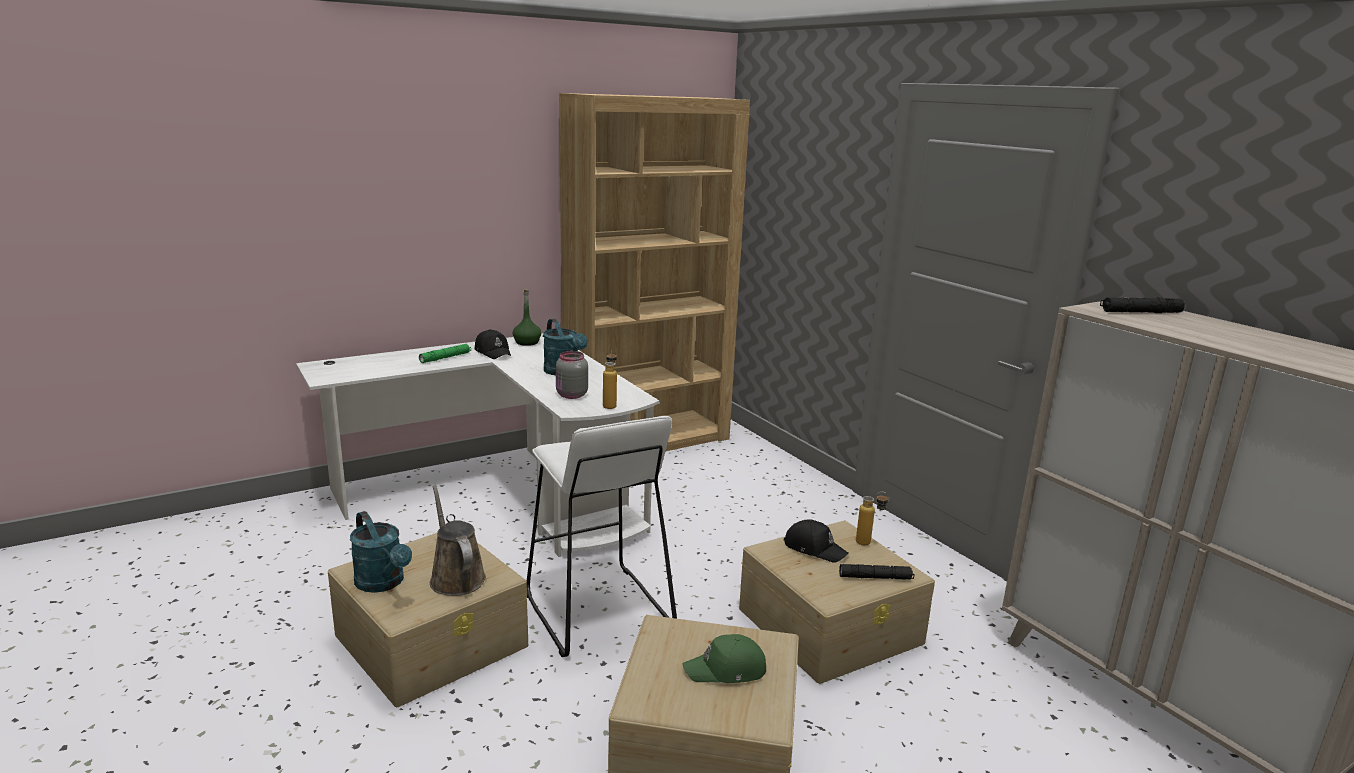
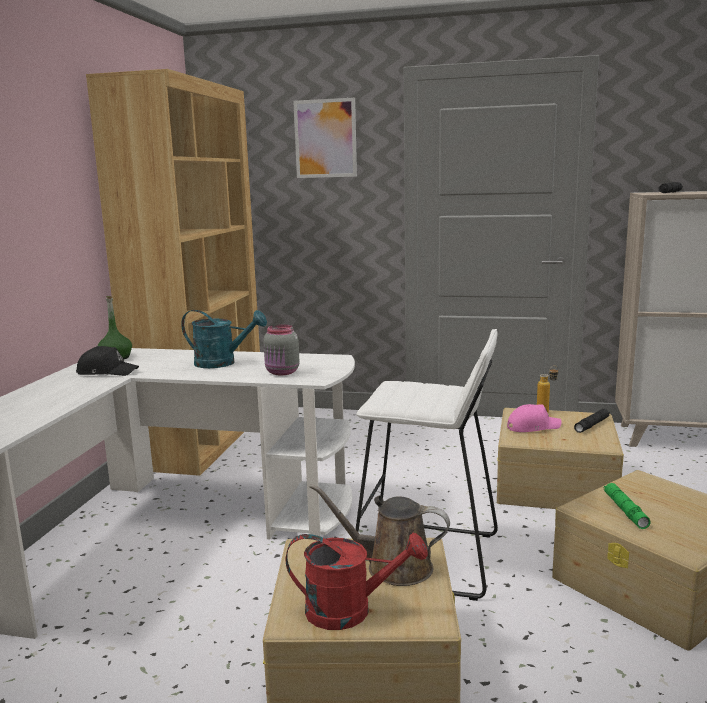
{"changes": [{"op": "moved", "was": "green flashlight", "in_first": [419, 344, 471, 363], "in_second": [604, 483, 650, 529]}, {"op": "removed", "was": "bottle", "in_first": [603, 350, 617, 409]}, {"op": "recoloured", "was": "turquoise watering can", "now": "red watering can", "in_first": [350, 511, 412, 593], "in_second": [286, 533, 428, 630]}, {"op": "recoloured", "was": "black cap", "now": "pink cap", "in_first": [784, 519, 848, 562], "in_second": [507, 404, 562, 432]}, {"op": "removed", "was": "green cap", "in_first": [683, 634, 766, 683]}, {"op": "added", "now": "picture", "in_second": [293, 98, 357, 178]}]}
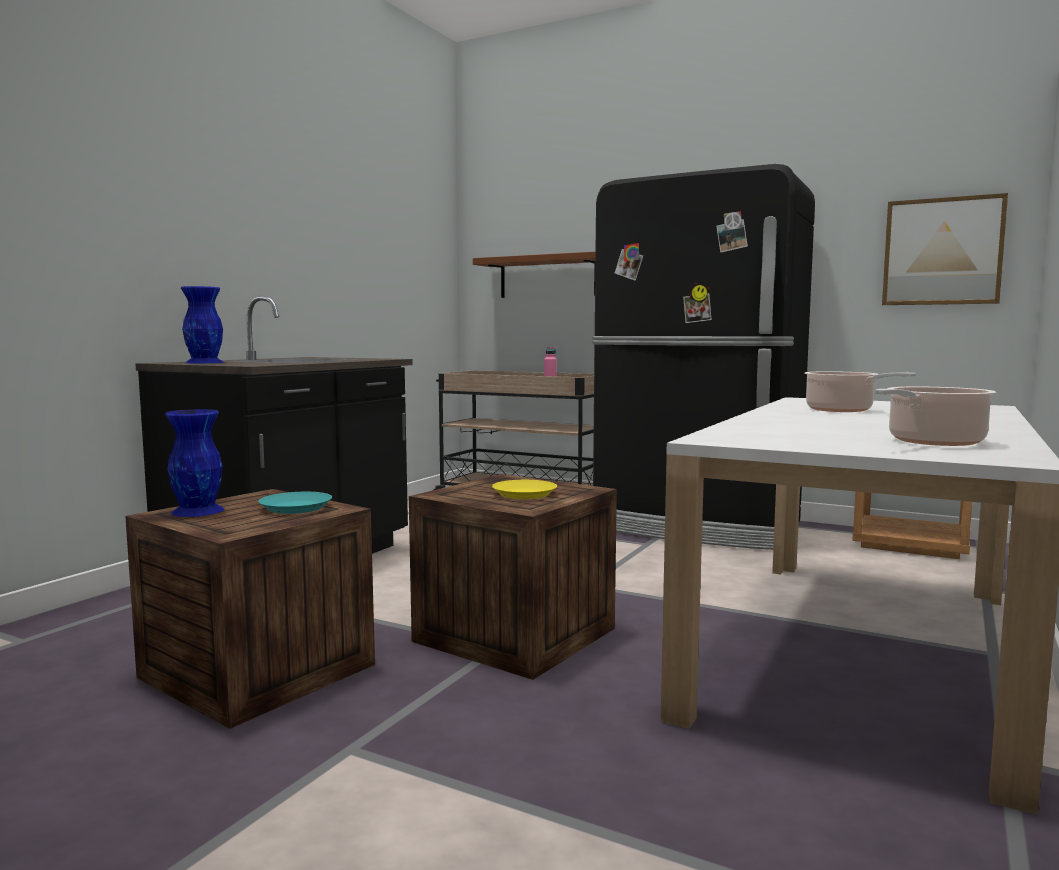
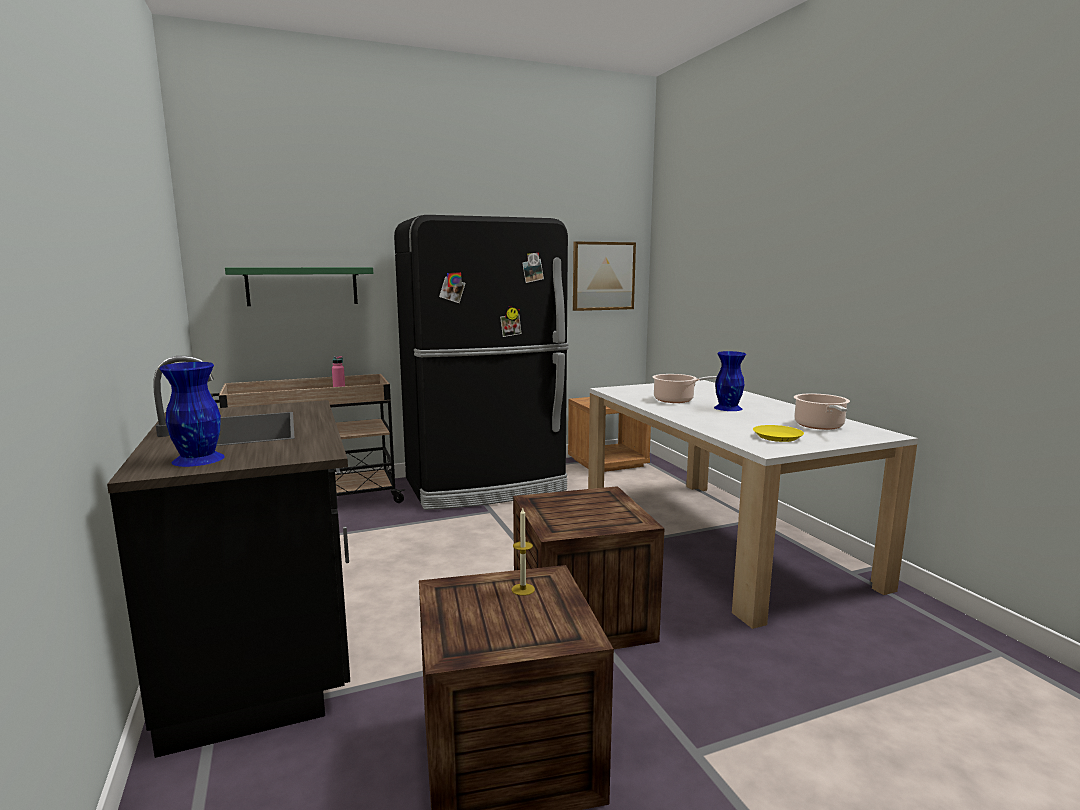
{"changes": [{"op": "recoloured", "was": "brown shelf", "now": "green shelf", "in_first": [473, 251, 596, 298], "in_second": [225, 267, 373, 306]}, {"op": "moved", "was": "blue vase", "in_first": [165, 409, 224, 517], "in_second": [714, 351, 746, 411]}, {"op": "moved", "was": "yellow plate", "in_first": [492, 480, 557, 499], "in_second": [753, 425, 804, 442]}, {"op": "replaced", "was": "turquoise plate", "now": "candle", "in_first": [258, 492, 332, 514], "in_second": [512, 508, 535, 596]}]}
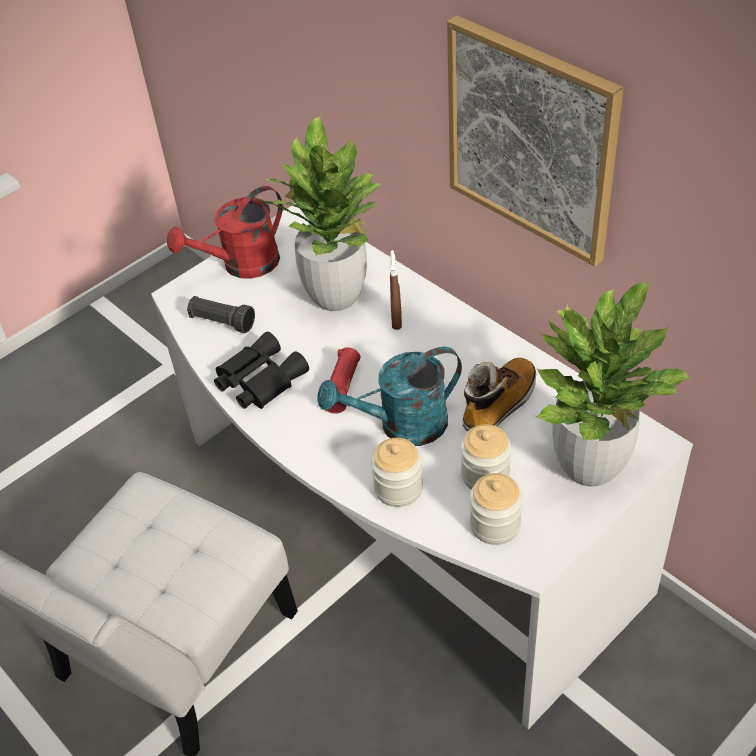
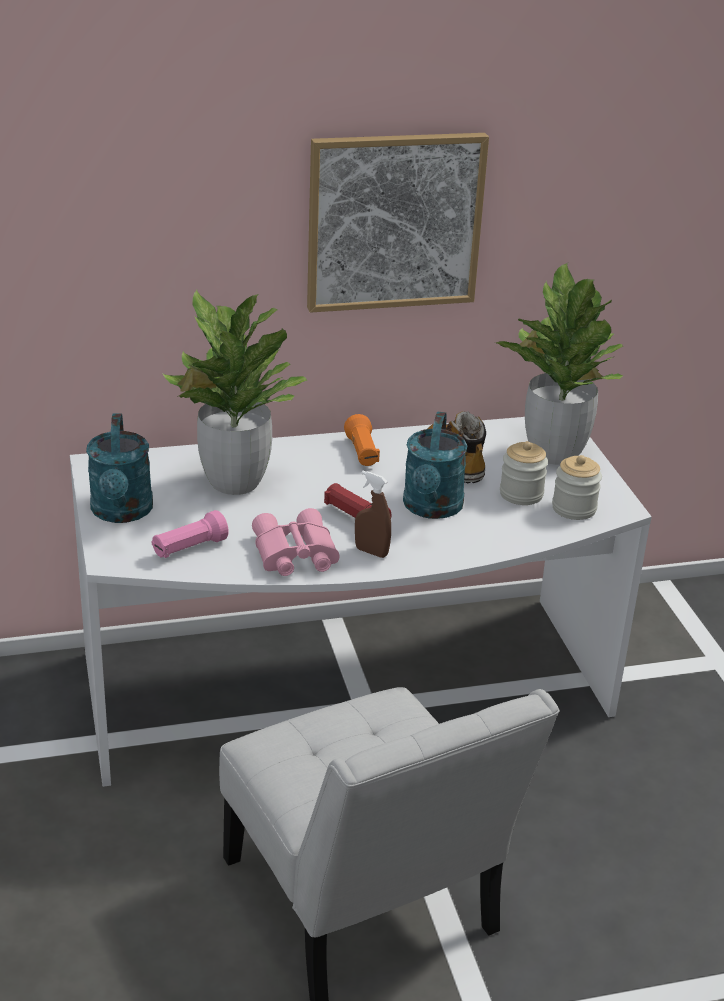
{"changes": [{"op": "recoloured", "was": "red watering can", "now": "turquoise watering can", "in_first": [167, 186, 283, 279], "in_second": [86, 413, 153, 523]}, {"op": "moved", "was": "brown spray bottle", "in_first": [390, 250, 402, 330], "in_second": [355, 471, 391, 558]}, {"op": "recoloured", "was": "black flashlight", "now": "pink flashlight", "in_first": [187, 296, 255, 333], "in_second": [151, 510, 229, 558]}, {"op": "recoloured", "was": "black binoculars", "now": "pink binoculars", "in_first": [214, 332, 309, 409], "in_second": [252, 508, 339, 576]}, {"op": "removed", "was": "jar", "in_first": [371, 438, 423, 507]}, {"op": "added", "now": "orange flashlight", "in_second": [344, 414, 380, 466]}]}
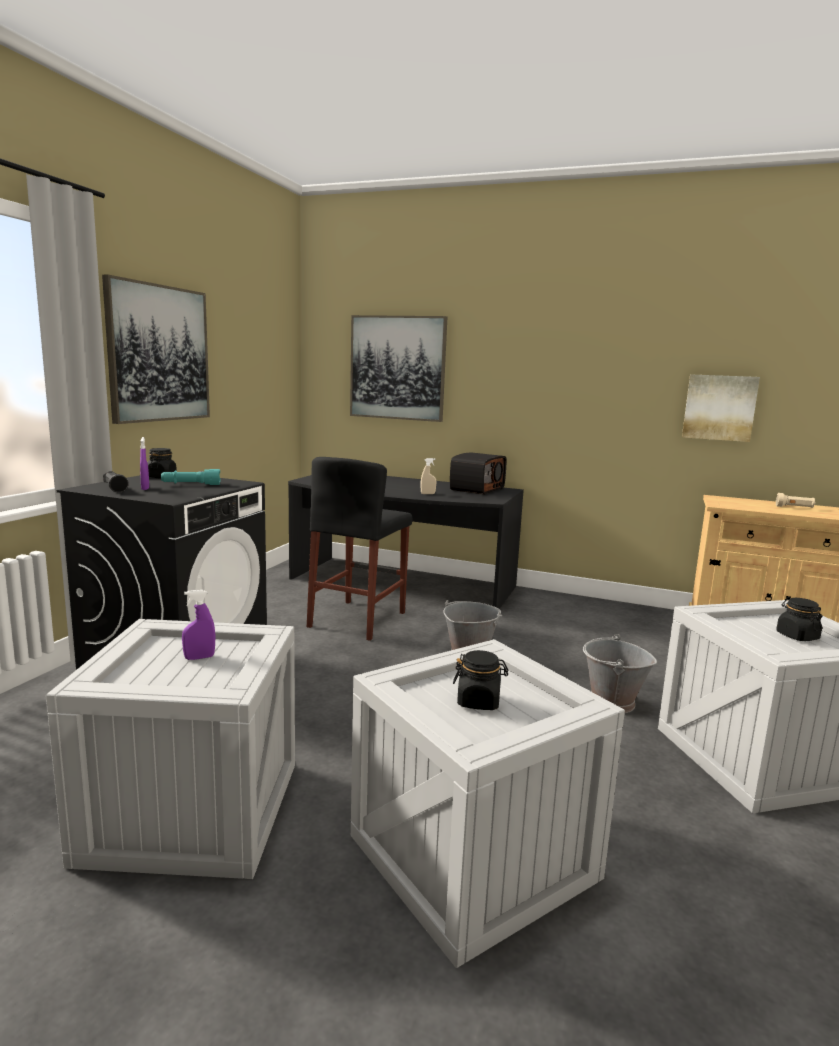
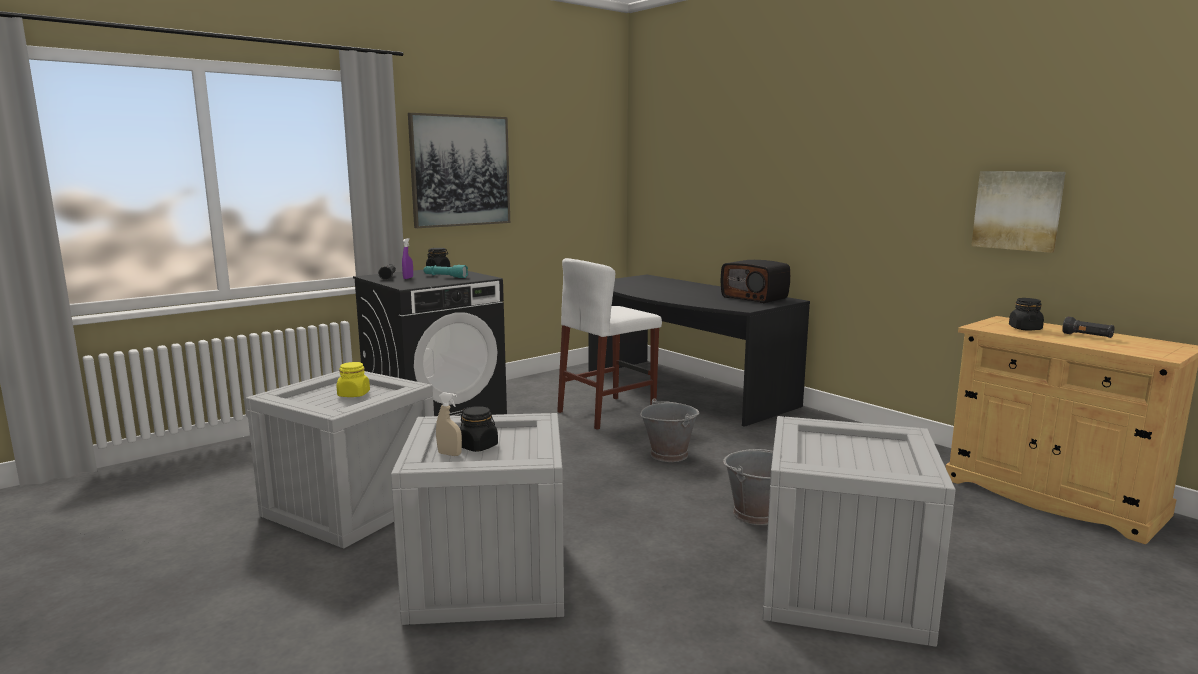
{"changes": [{"op": "removed", "was": "picture", "in_first": [350, 315, 447, 422]}, {"op": "turned", "was": "radio", "in_first": [450, 453, 506, 495], "in_second": [721, 260, 790, 303], "clockwise": 75}, {"op": "recoloured", "was": "black stool", "now": "white stool", "in_first": [307, 457, 412, 641], "in_second": [557, 258, 662, 430]}, {"op": "moved", "was": "beige spray bottle", "in_first": [420, 458, 437, 494], "in_second": [436, 393, 462, 456]}, {"op": "recoloured", "was": "beige flashlight", "now": "black flashlight", "in_first": [776, 493, 815, 508], "in_second": [1062, 317, 1114, 338]}, {"op": "replaced", "was": "purple spray bottle", "now": "yellow jar", "in_first": [182, 590, 216, 660], "in_second": [337, 362, 370, 397]}, {"op": "moved", "was": "black jar", "in_first": [776, 598, 822, 641], "in_second": [1009, 298, 1044, 331]}]}
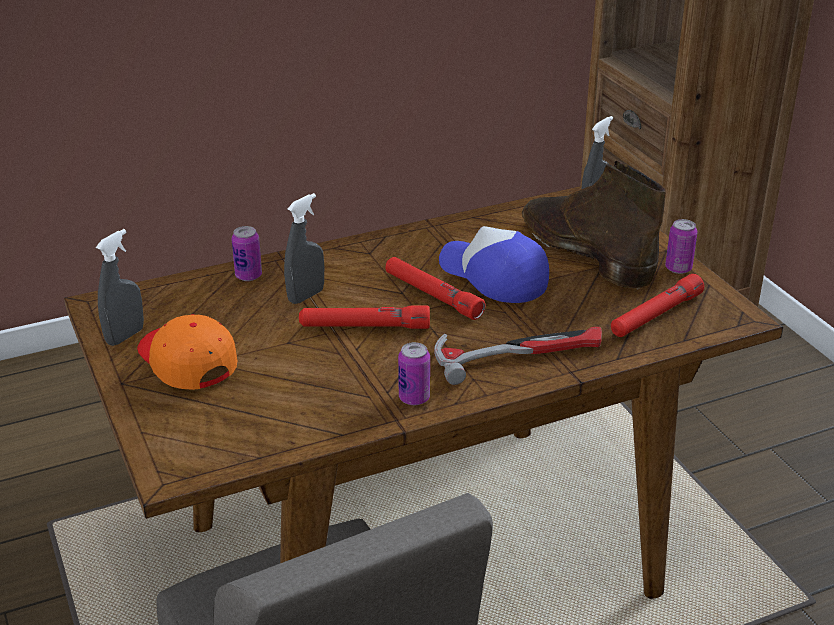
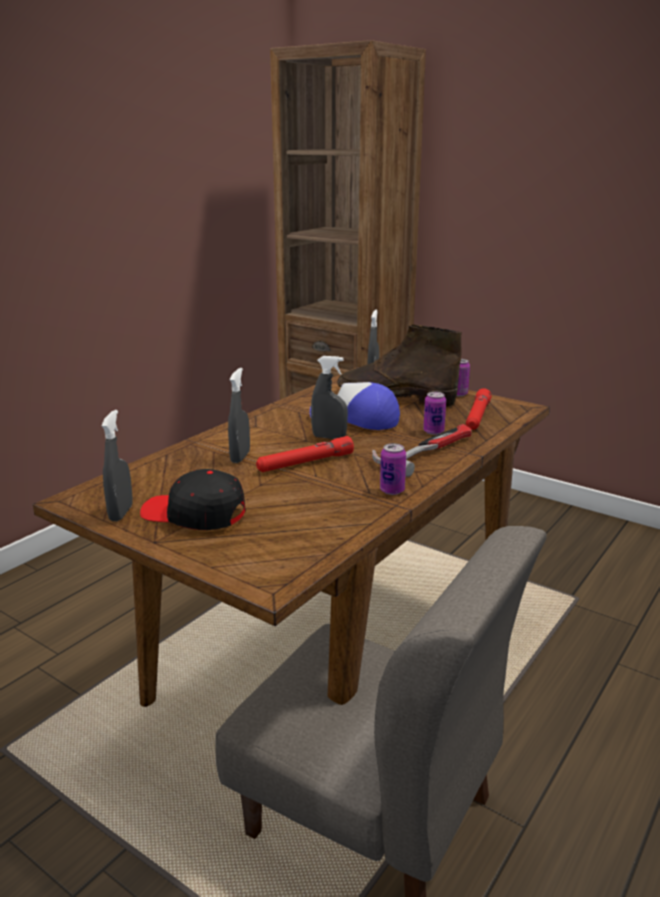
{"changes": [{"op": "moved", "was": "can", "in_first": [232, 226, 262, 281], "in_second": [423, 392, 446, 435]}, {"op": "replaced", "was": "red flashlight", "now": "grey spray bottle", "in_first": [386, 257, 485, 320], "in_second": [311, 356, 348, 439]}, {"op": "recoloured", "was": "orange cap", "now": "black cap", "in_first": [137, 314, 237, 390], "in_second": [140, 469, 246, 530]}]}
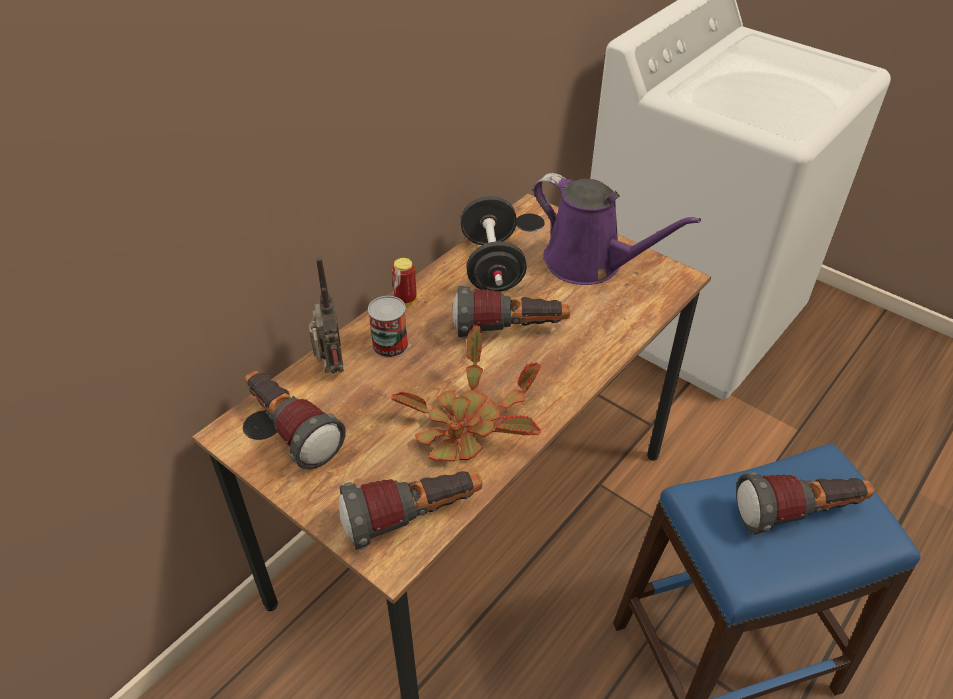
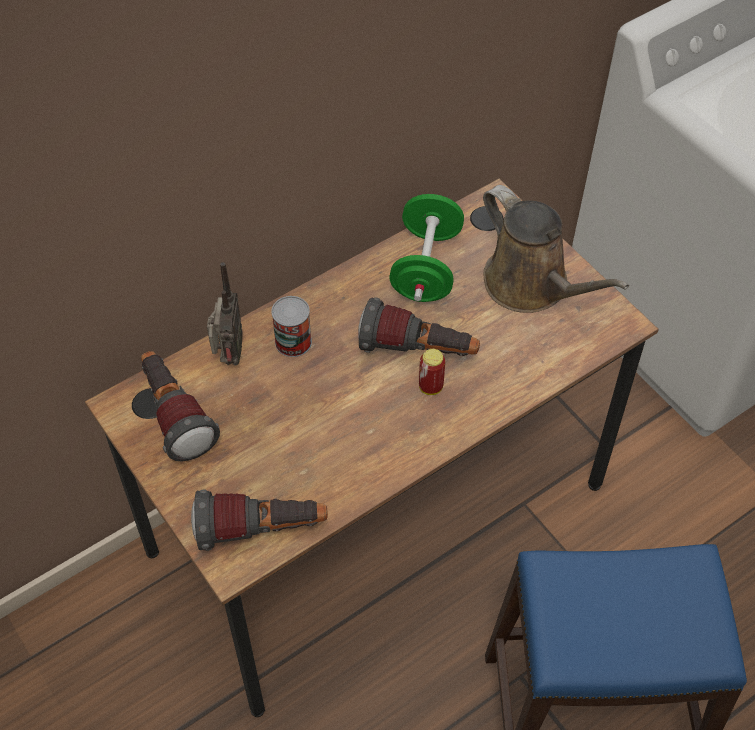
{"changes": [{"op": "recoloured", "was": "purple watering can", "now": "brown watering can", "in_first": [533, 173, 701, 285], "in_second": [483, 185, 629, 313]}, {"op": "recoloured", "was": "black dumbbell", "now": "green dumbbell", "in_first": [460, 196, 527, 292], "in_second": [389, 194, 464, 302]}, {"op": "moved", "was": "can", "in_first": [392, 258, 417, 305], "in_second": [419, 349, 445, 395]}, {"op": "removed", "was": "potted plant", "in_first": [391, 326, 541, 462]}, {"op": "removed", "was": "flashlight", "in_first": [736, 472, 875, 535]}]}
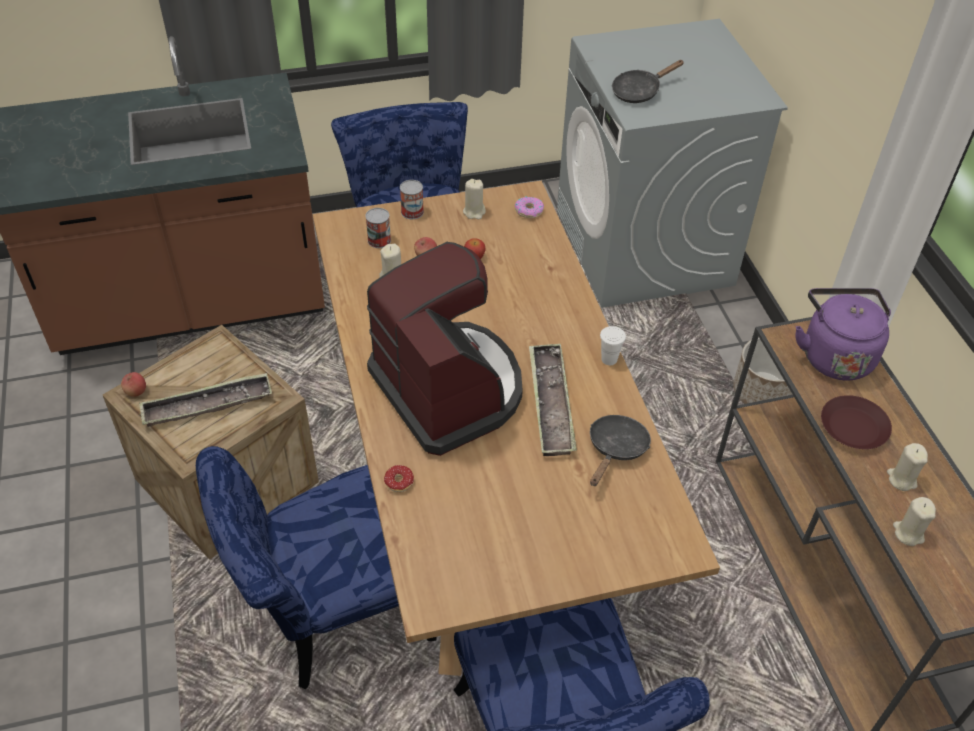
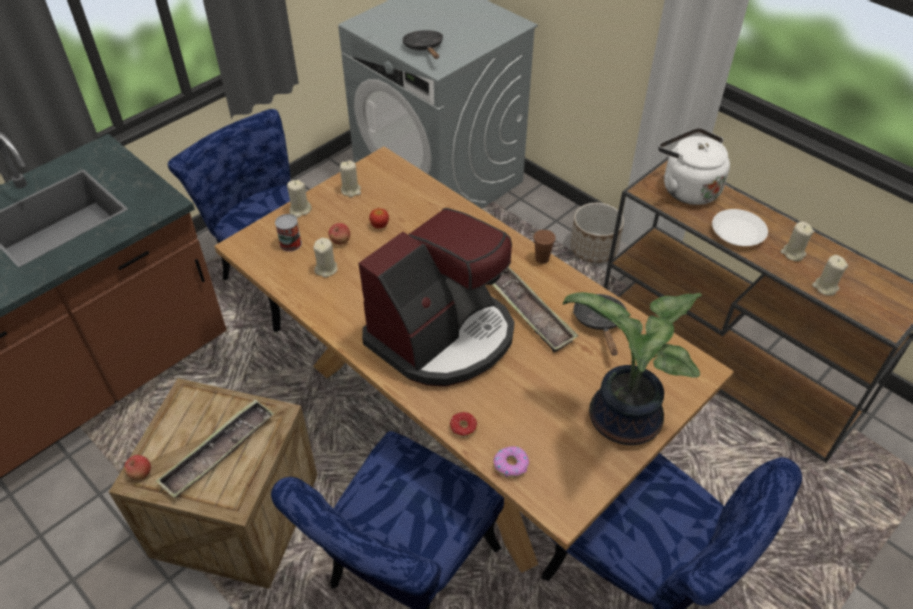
{"changes": [{"op": "turned", "was": "black frying pan", "in_first": [612, 60, 684, 103], "in_second": [402, 30, 443, 59], "clockwise": 135}, {"op": "replaced", "was": "can", "now": "beige candle", "in_first": [400, 180, 424, 219], "in_second": [287, 180, 312, 218]}, {"op": "moved", "was": "donut", "in_first": [515, 196, 544, 218], "in_second": [493, 446, 529, 478]}, {"op": "turned", "was": "coffee machine", "in_first": [367, 242, 523, 456], "in_second": [358, 208, 514, 387], "clockwise": 105}, {"op": "recoloured", "was": "purple kettle", "now": "white kettle", "in_first": [795, 288, 891, 381], "in_second": [658, 128, 730, 205]}, {"op": "recoloured", "was": "white cup", "now": "brown cup", "in_first": [600, 326, 626, 365], "in_second": [534, 230, 556, 264]}, {"op": "recoloured", "was": "brown plate", "now": "white plate", "in_first": [821, 395, 892, 449], "in_second": [712, 209, 768, 246]}, {"op": "added", "now": "potted plant", "in_second": [563, 292, 702, 445]}]}
